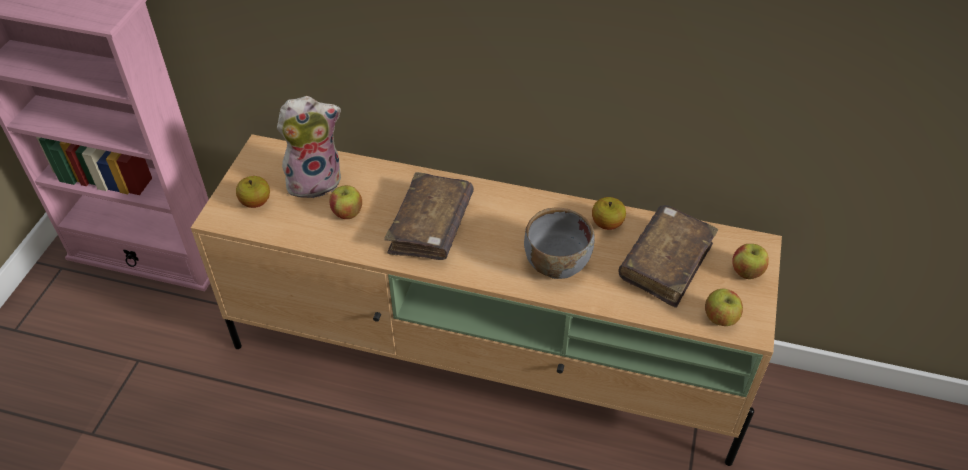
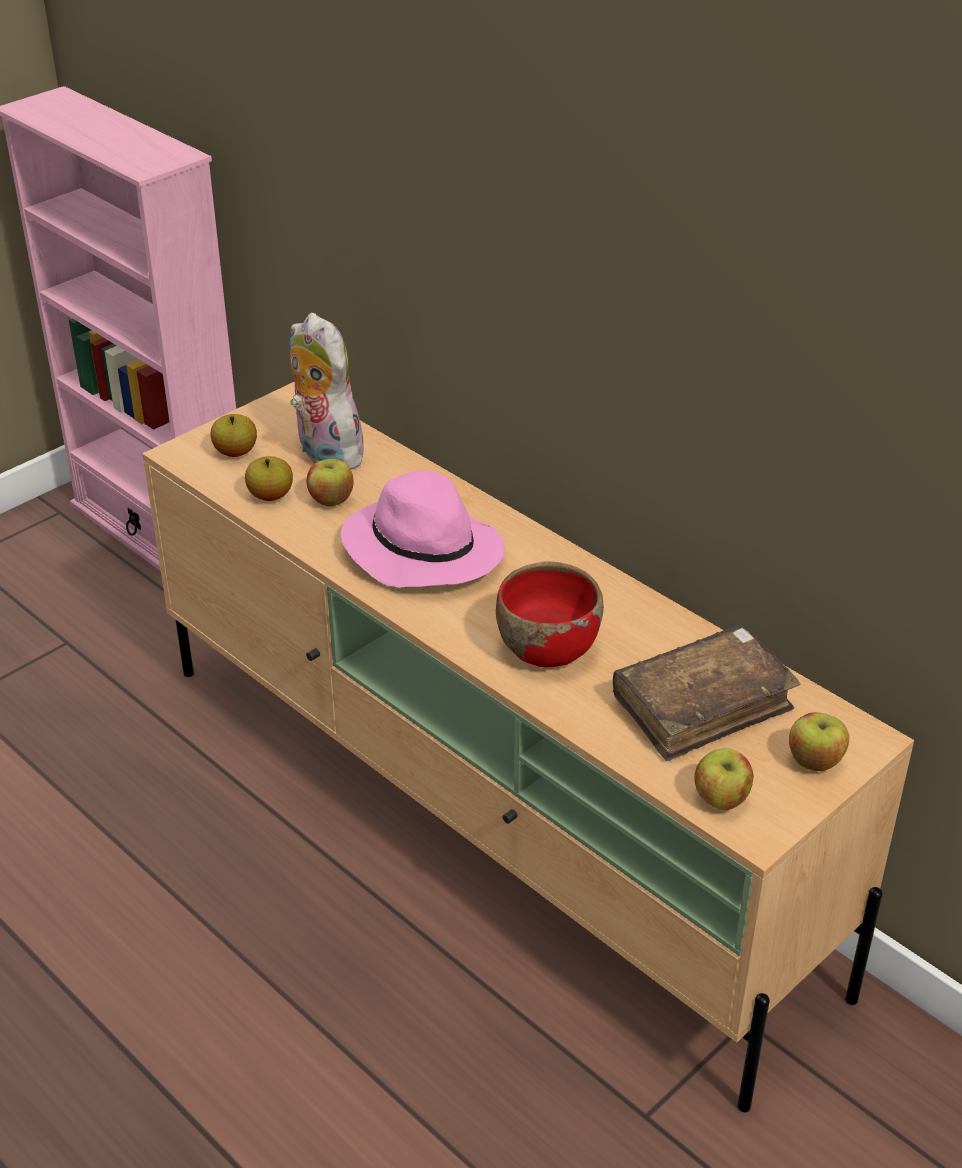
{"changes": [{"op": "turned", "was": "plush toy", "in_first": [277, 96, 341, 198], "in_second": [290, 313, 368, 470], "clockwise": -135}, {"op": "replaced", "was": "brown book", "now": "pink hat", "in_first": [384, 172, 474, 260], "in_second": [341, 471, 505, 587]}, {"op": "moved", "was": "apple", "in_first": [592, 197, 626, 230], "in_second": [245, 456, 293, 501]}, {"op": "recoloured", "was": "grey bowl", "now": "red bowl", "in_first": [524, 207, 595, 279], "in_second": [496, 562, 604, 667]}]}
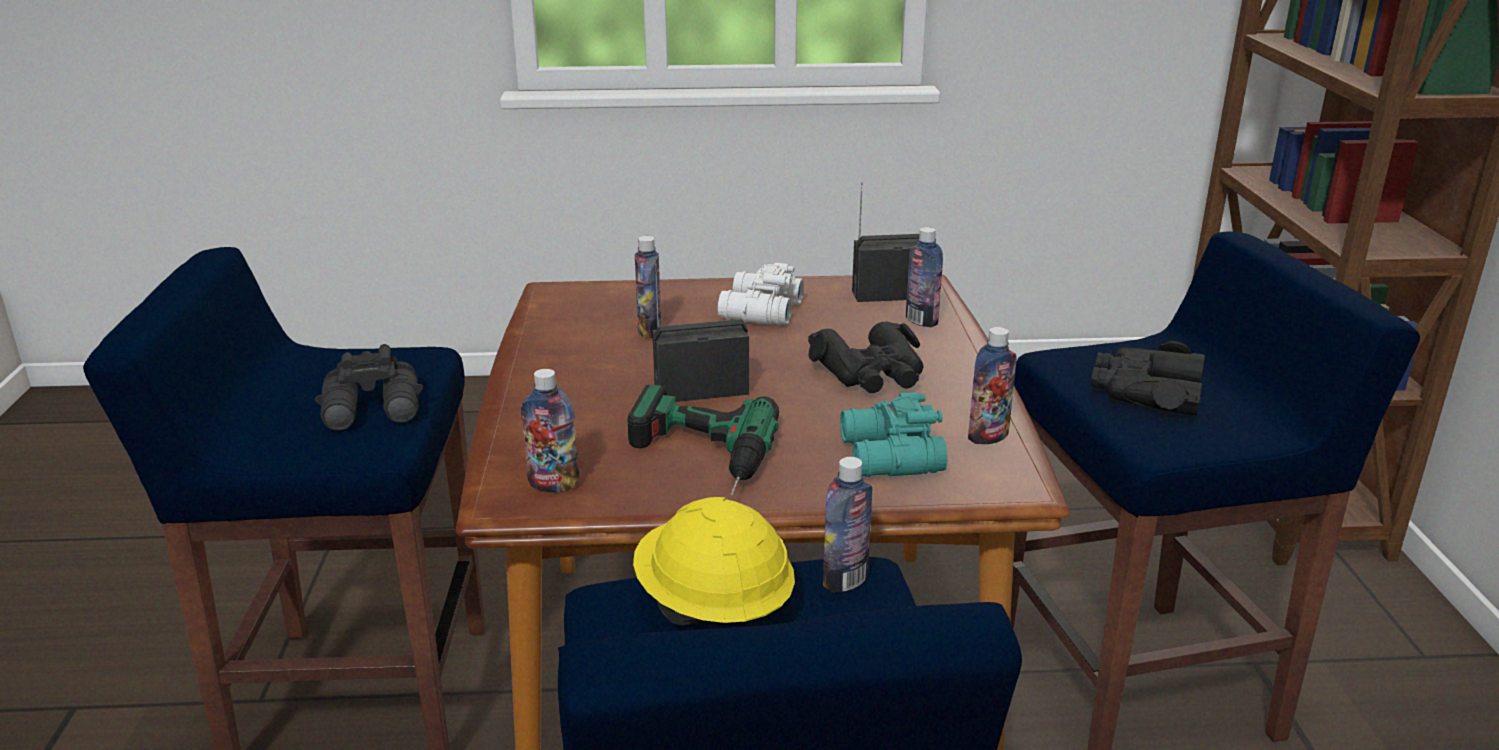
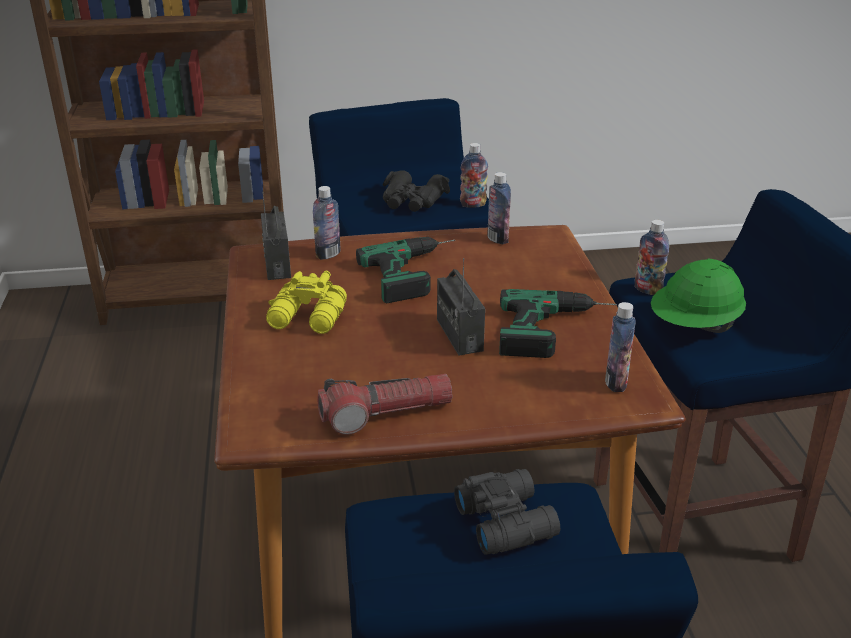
{"changes": [{"op": "moved", "was": "bottle", "in_first": [635, 236, 661, 338], "in_second": [460, 143, 488, 208]}, {"op": "recoloured", "was": "white binoculars", "now": "yellow binoculars", "in_first": [718, 263, 804, 325], "in_second": [266, 271, 347, 334]}, {"op": "replaced", "was": "black binoculars", "now": "power drill", "in_first": [808, 322, 923, 393], "in_second": [356, 237, 455, 304]}, {"op": "removed", "was": "turquoise binoculars", "in_first": [840, 392, 947, 477]}, {"op": "recoloured", "was": "yellow hard hat", "now": "green hard hat", "in_first": [633, 497, 795, 625], "in_second": [651, 258, 746, 333]}, {"op": "added", "now": "flashlight", "in_second": [317, 374, 452, 435]}]}
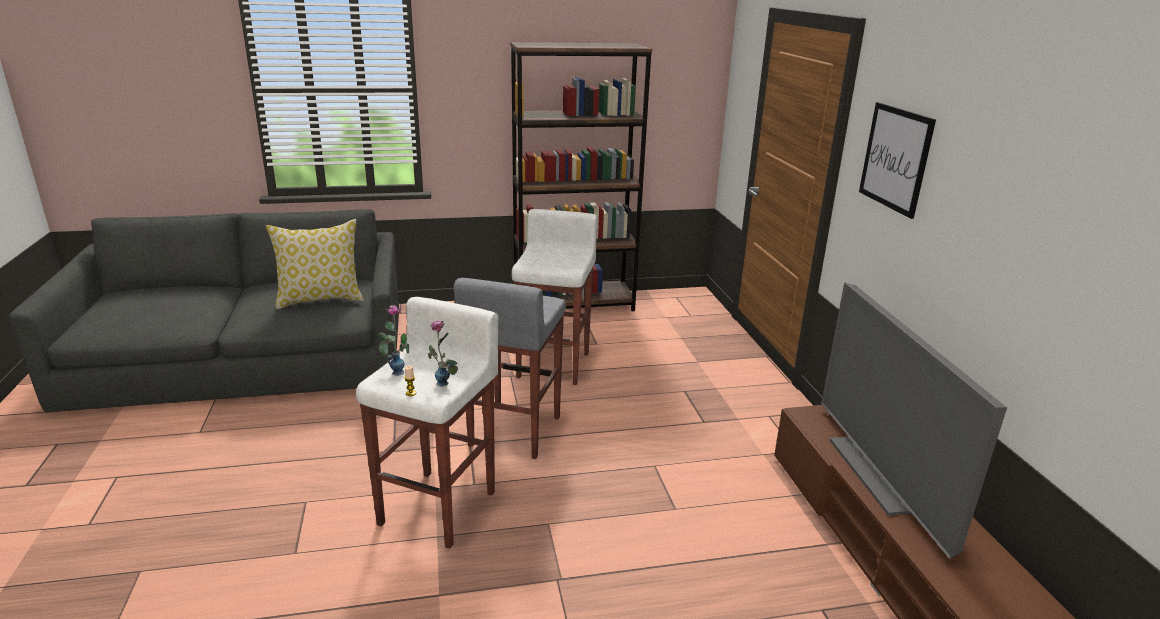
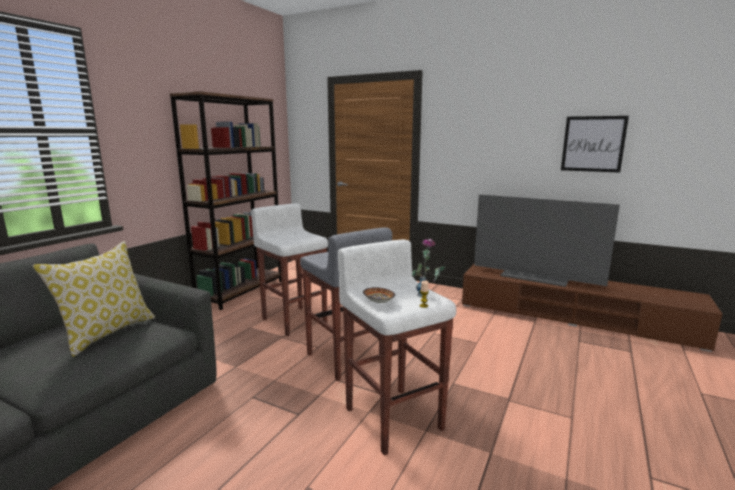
{"changes": [{"op": "moved", "was": "picture", "in_first": [859, 102, 936, 219], "in_second": [561, 116, 629, 173]}, {"op": "replaced", "was": "vase", "now": "bowl", "in_first": [377, 305, 409, 376], "in_second": [363, 287, 395, 303]}]}
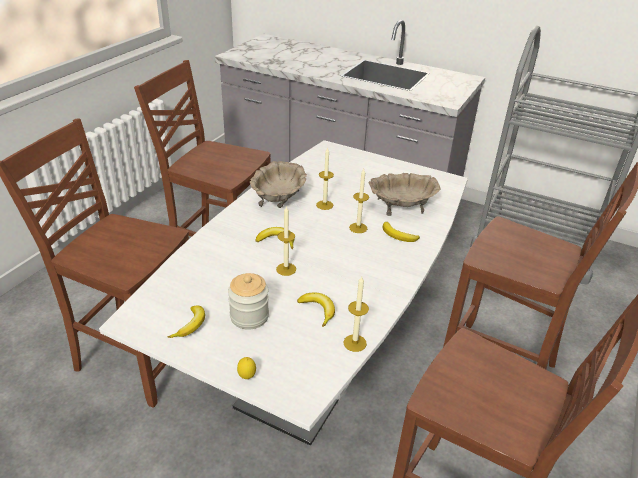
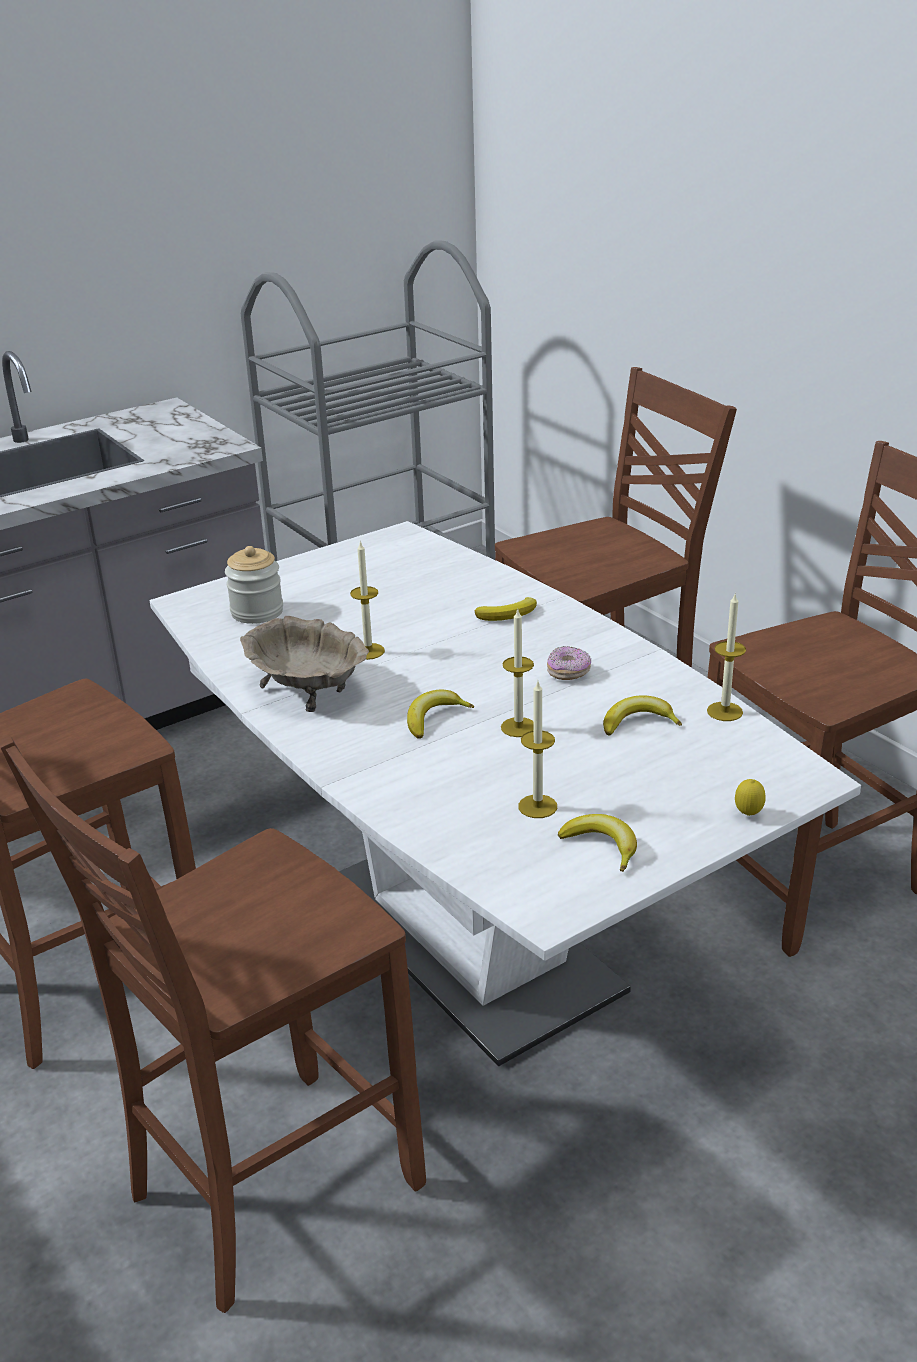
{"changes": [{"op": "moved", "was": "candle", "in_first": [349, 169, 369, 233], "in_second": [518, 681, 557, 818]}, {"op": "removed", "was": "beige bowl", "in_first": [368, 173, 441, 216]}, {"op": "moved", "was": "jar", "in_first": [228, 273, 269, 330], "in_second": [225, 546, 283, 624]}, {"op": "added", "now": "donut", "in_second": [547, 646, 591, 680]}]}
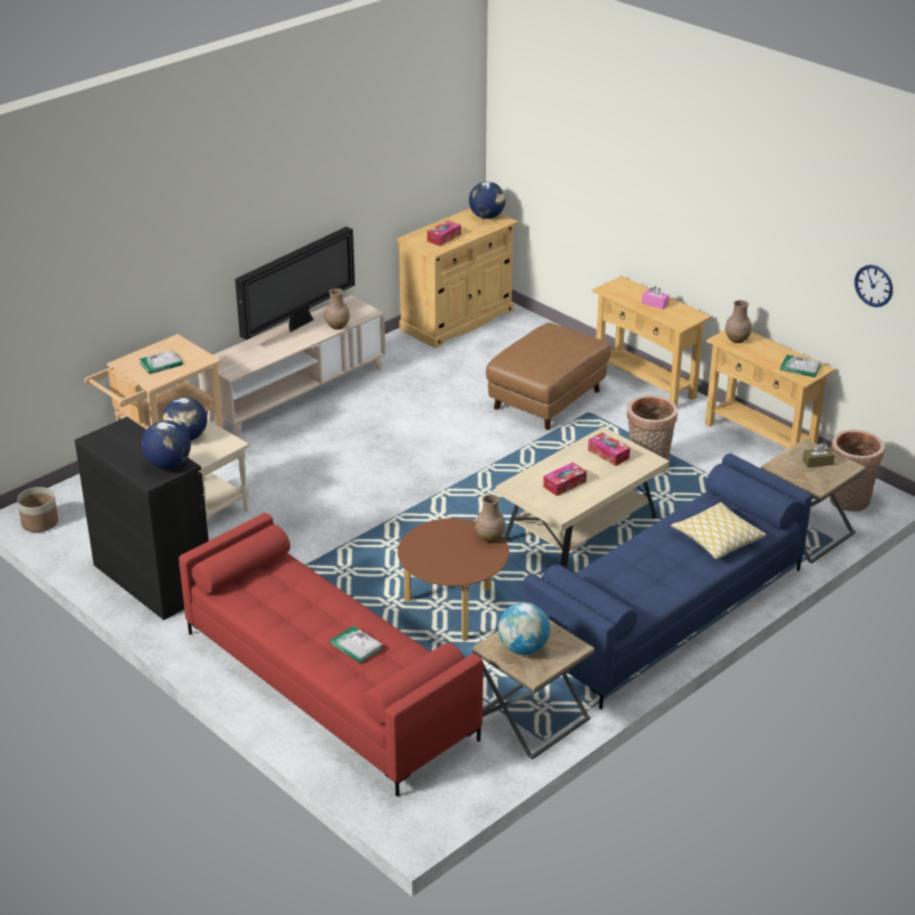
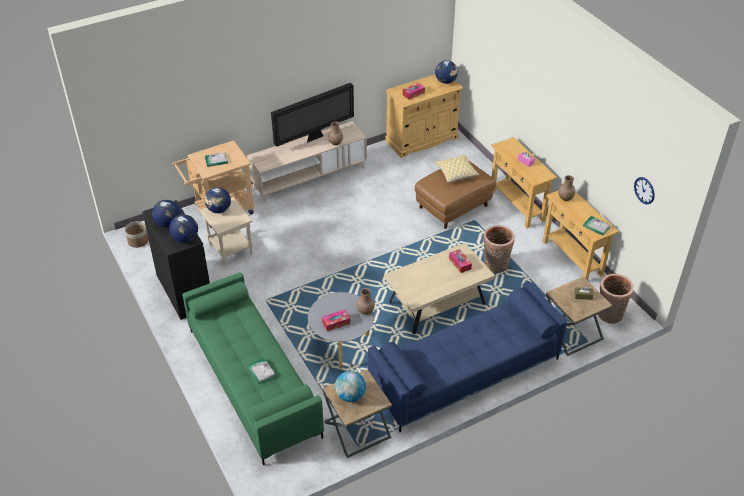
{"changes": [{"op": "moved", "was": "tissue box", "in_first": [543, 462, 587, 496], "in_second": [322, 310, 350, 331]}, {"op": "moved", "was": "pillow", "in_first": [671, 502, 766, 559], "in_second": [434, 154, 479, 183]}, {"op": "recoloured", "was": "red sofa", "now": "green sofa", "in_first": [179, 513, 483, 797], "in_second": [182, 272, 324, 465]}, {"op": "recoloured", "was": "brown coffee table", "now": "grey coffee table", "in_first": [398, 518, 509, 641], "in_second": [308, 292, 374, 369]}, {"op": "added", "now": "globe", "in_second": [152, 200, 181, 228]}]}
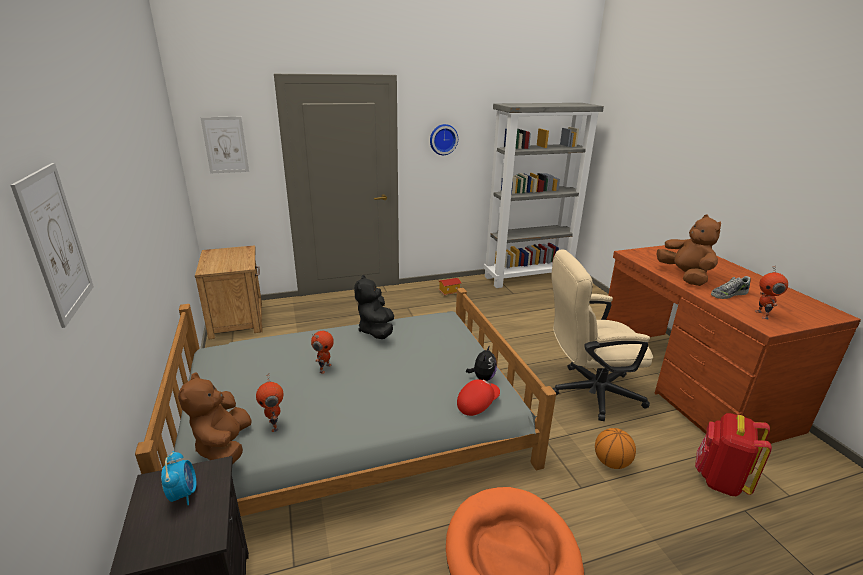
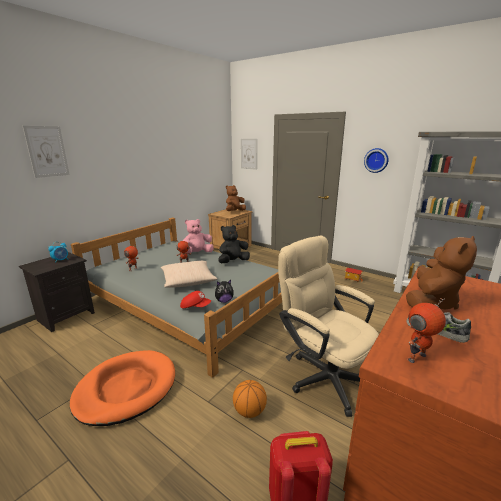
{"changes": [{"op": "moved", "was": "brown plush toy", "in_first": [178, 372, 252, 464], "in_second": [226, 185, 246, 211]}, {"op": "added", "now": "pink plush toy", "in_second": [183, 219, 214, 253]}, {"op": "added", "now": "beige pillow", "in_second": [161, 261, 217, 288]}]}
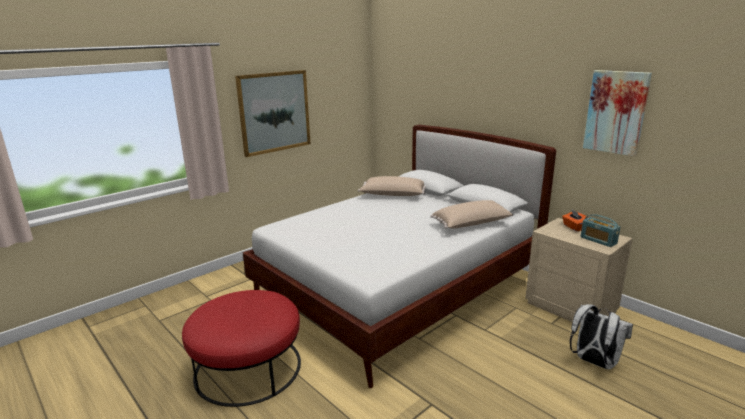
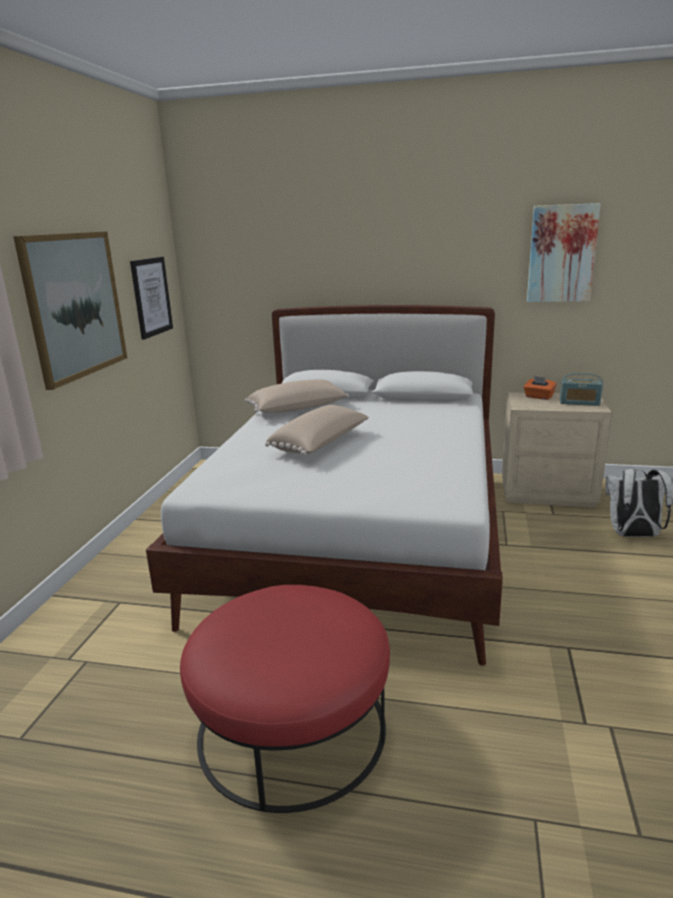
{"changes": [{"op": "moved", "was": "beige pillow", "in_first": [430, 200, 513, 229], "in_second": [265, 405, 369, 455]}, {"op": "added", "now": "picture", "in_second": [130, 257, 173, 340]}]}
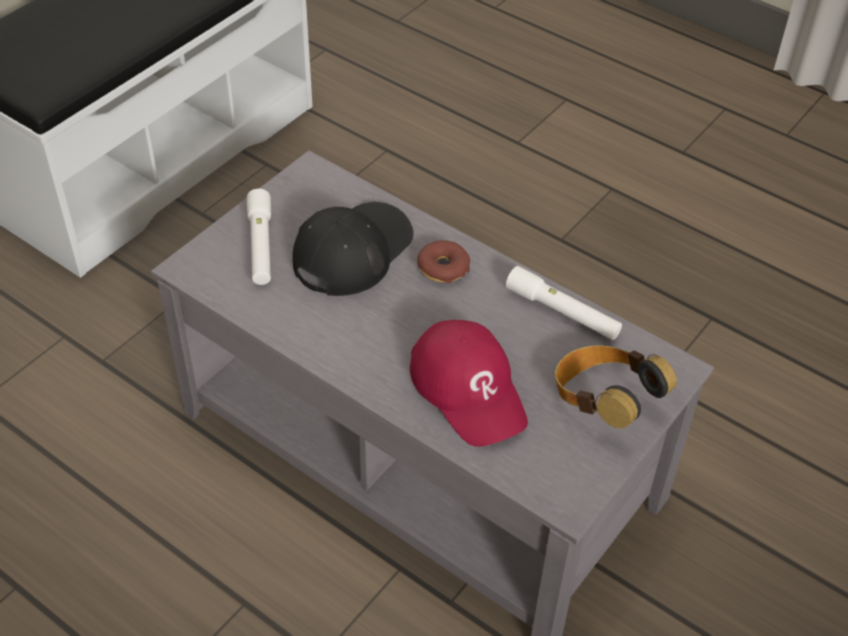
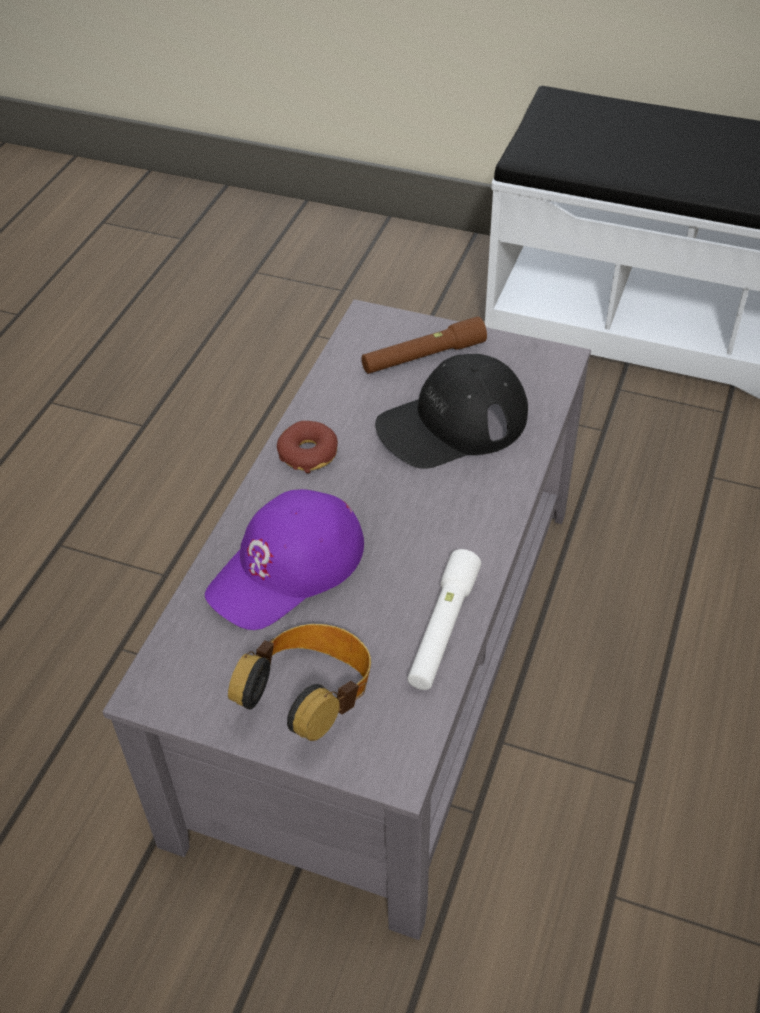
{"changes": [{"op": "recoloured", "was": "white flashlight", "now": "brown flashlight", "in_first": [247, 189, 271, 285], "in_second": [362, 316, 487, 374]}, {"op": "turned", "was": "black cap", "in_first": [292, 202, 414, 296], "in_second": [375, 353, 528, 469], "clockwise": 135}, {"op": "moved", "was": "donut", "in_first": [417, 240, 470, 283], "in_second": [277, 421, 338, 474]}, {"op": "recoloured", "was": "red cap", "now": "purple cap", "in_first": [410, 320, 528, 447], "in_second": [205, 489, 364, 630]}]}
